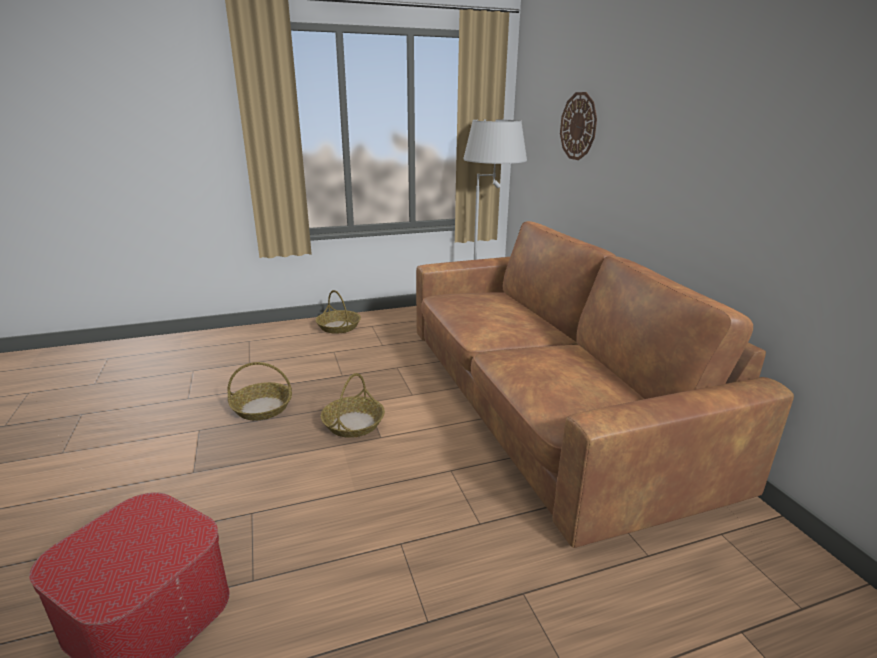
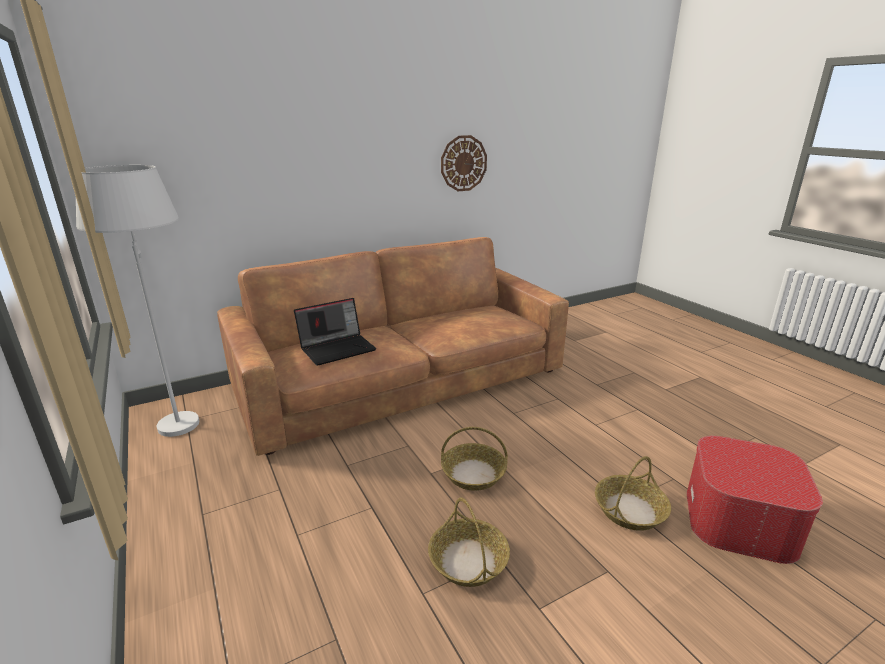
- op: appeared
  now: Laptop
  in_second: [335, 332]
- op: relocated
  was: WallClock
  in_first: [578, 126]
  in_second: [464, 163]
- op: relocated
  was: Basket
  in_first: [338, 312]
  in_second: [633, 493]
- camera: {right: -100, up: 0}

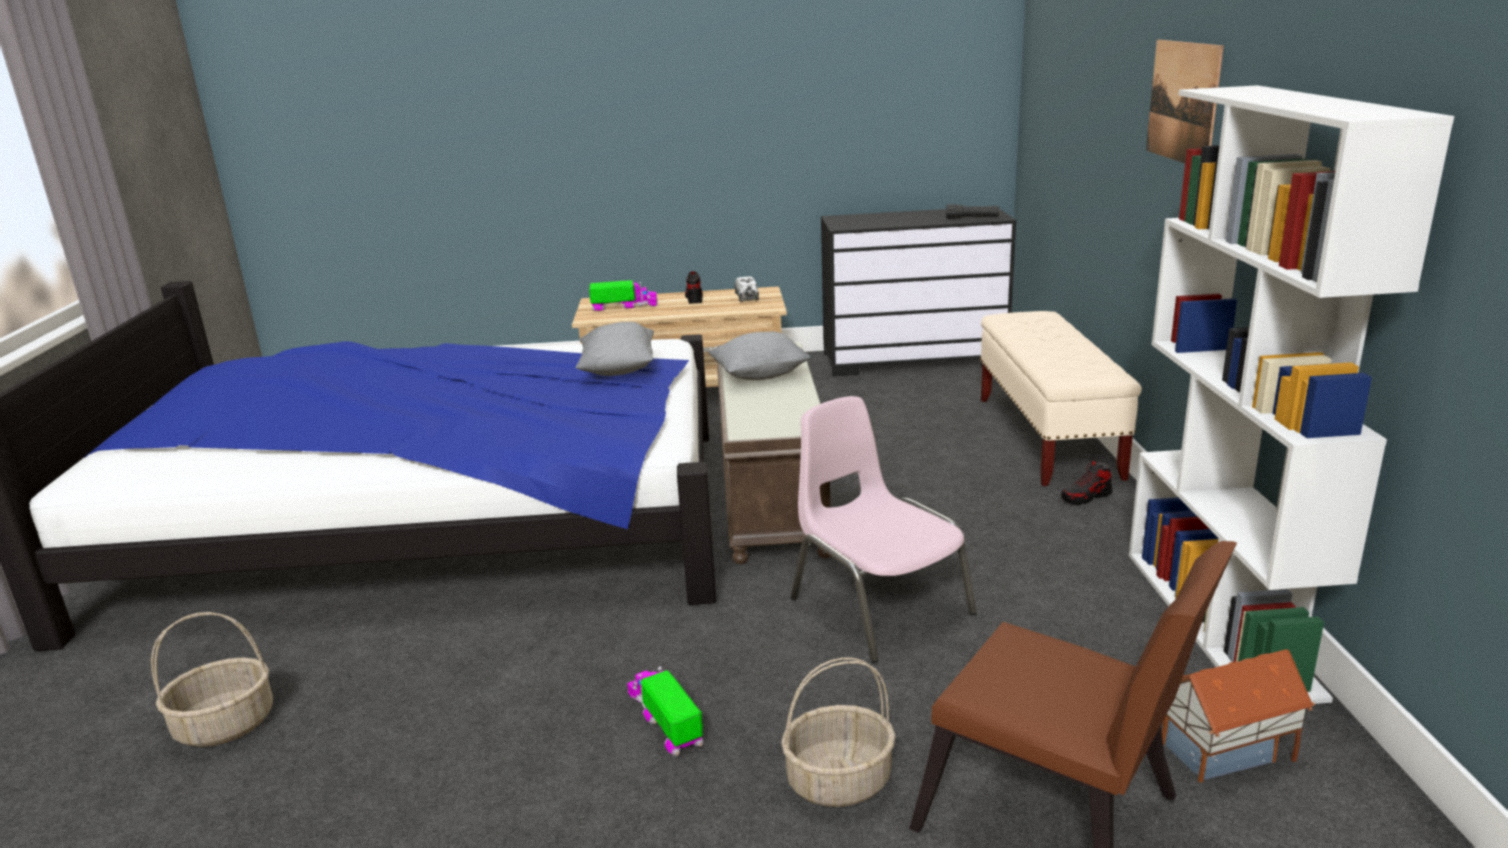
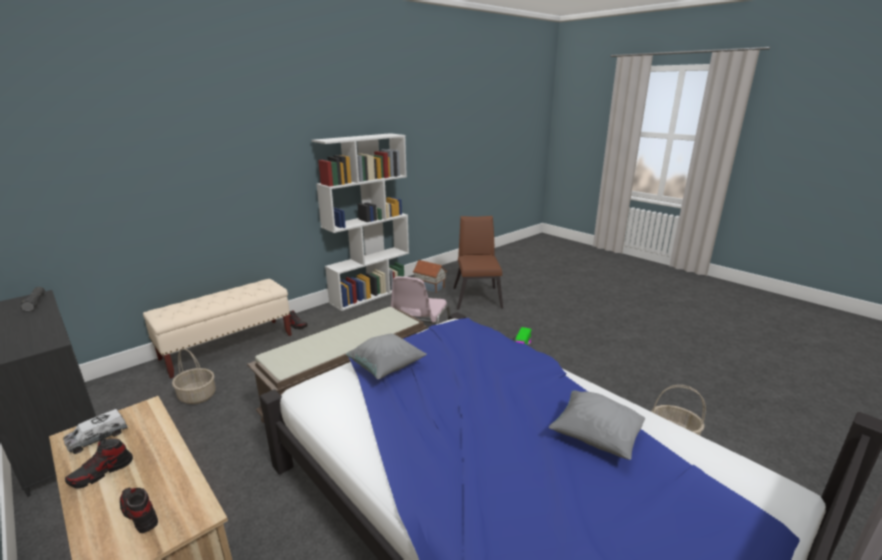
- op: exchanged
  was: ToyTruck
  now: Shoe
  in_first: [623, 295]
  in_second: [139, 510]
- op: relocated
  was: Basket
  in_first: [838, 732]
  in_second: [194, 376]
- op: relocated
  was: GreyPillow
  in_first: [759, 355]
  in_second: [597, 425]
- op: missing
  was: Picture
  in_first: [1185, 101]
- camera: {right: -130, up: 0}

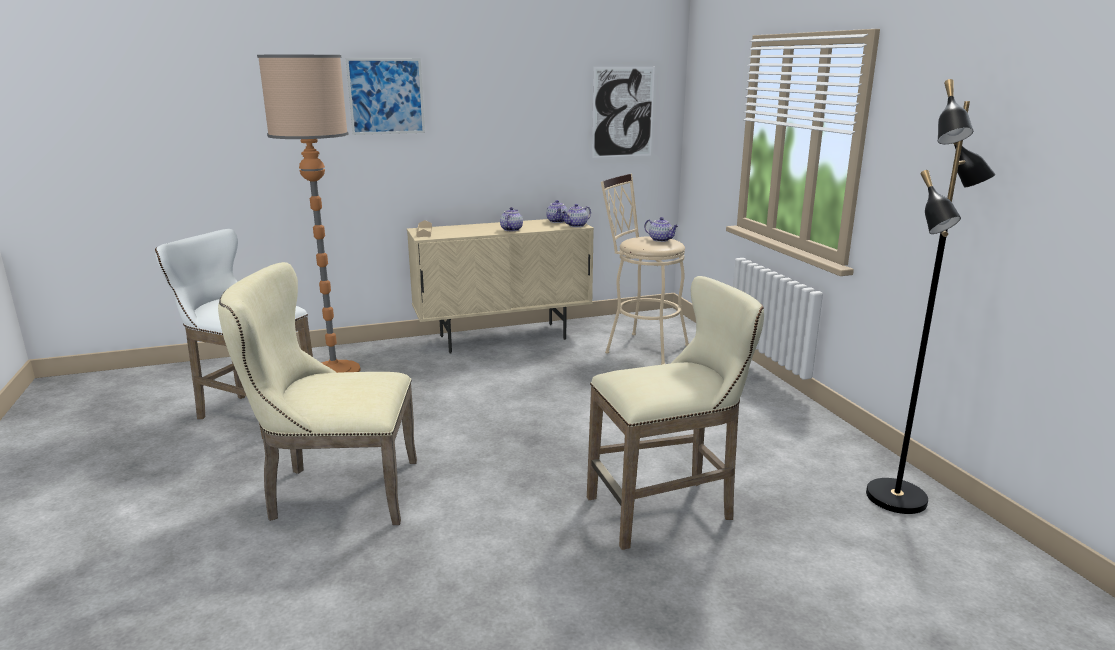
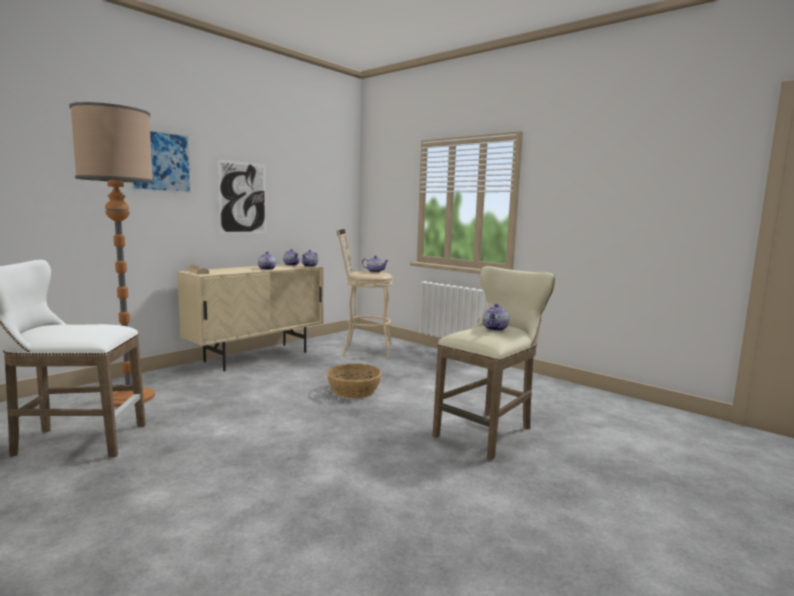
- op: relocated
  was: Picture
  in_first: [623, 112]
  in_second: [242, 196]
- op: appeared
  now: Basket
  in_second: [354, 381]
- op: appeared
  now: Teapot
  in_second: [496, 317]
- op: missing
  was: BeigeChair
  in_first: [317, 393]
- op: missing
  was: BlackFloorLamp
  in_first: [931, 296]
- camera: {right: -30, up: -10}

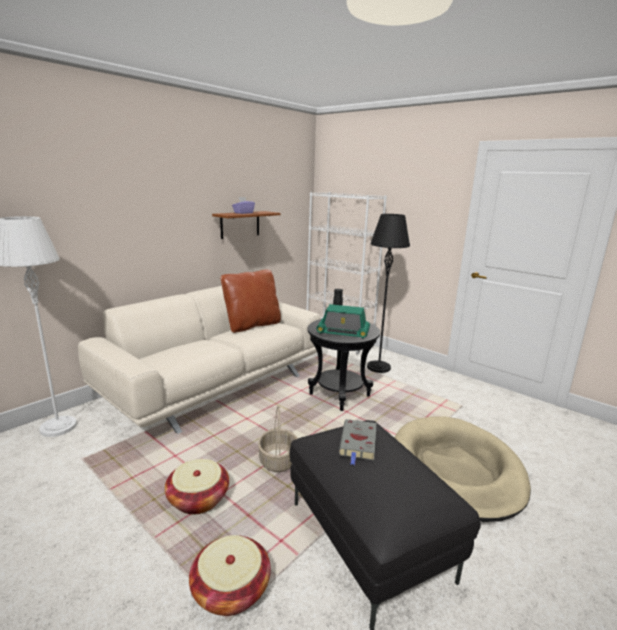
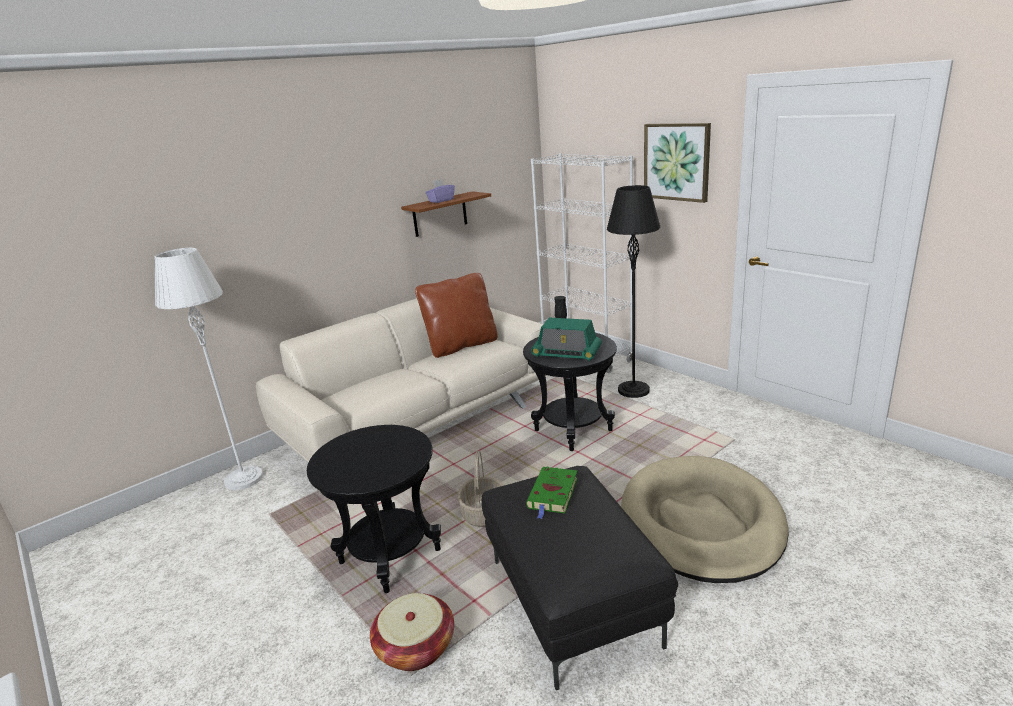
- op: exchanged
  was: Basket
  now: BlackSideTable
  in_first: [197, 486]
  in_second: [374, 509]
- op: colour
  was: GreyBook
  now: GreenBook
  in_first: [358, 442]
  in_second: [552, 493]
- op: appeared
  now: Picture
  in_second: [677, 163]
- camera: {right: 10, up: 5}

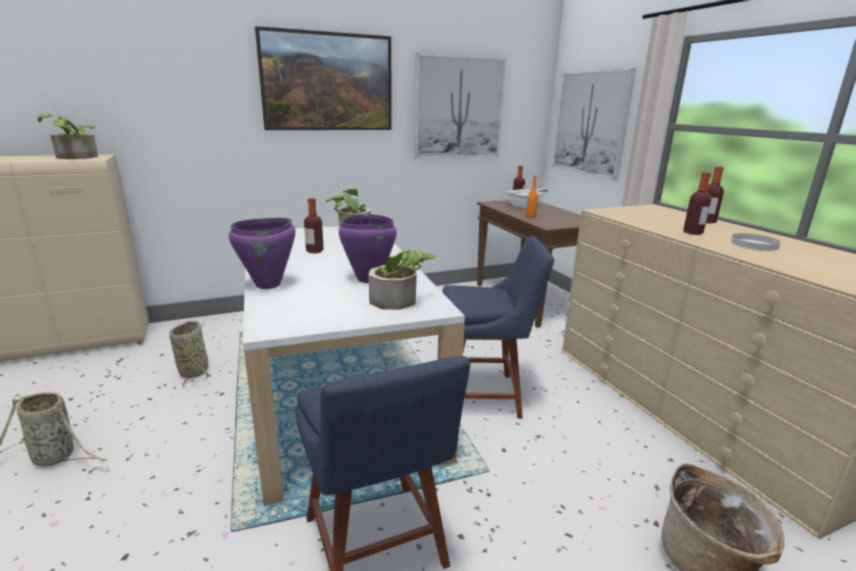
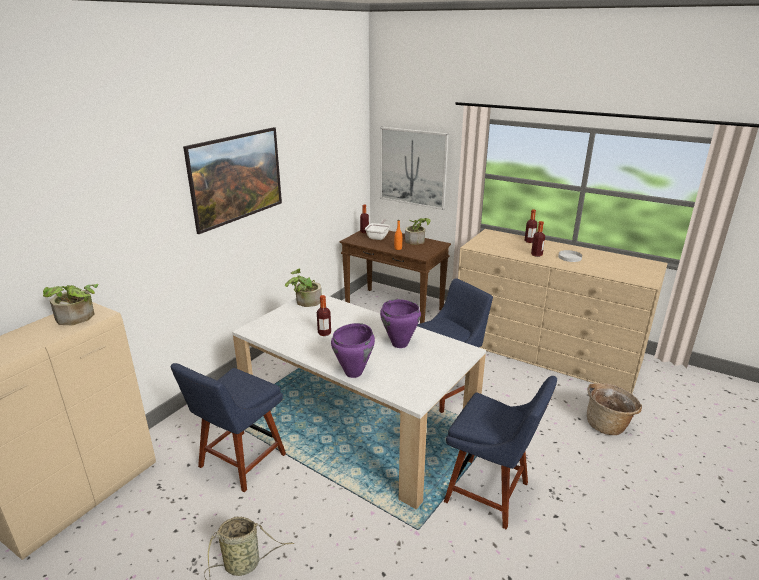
- op: exchanged
  was: Basket
  now: BlueChair
  in_first: [190, 354]
  in_second: [228, 427]
- op: relocated
  was: PottedPlant
  in_first: [402, 280]
  in_second: [418, 231]
- op: missing
  was: Picture
  in_first: [460, 106]
- camera: {right: -35, up: 5}

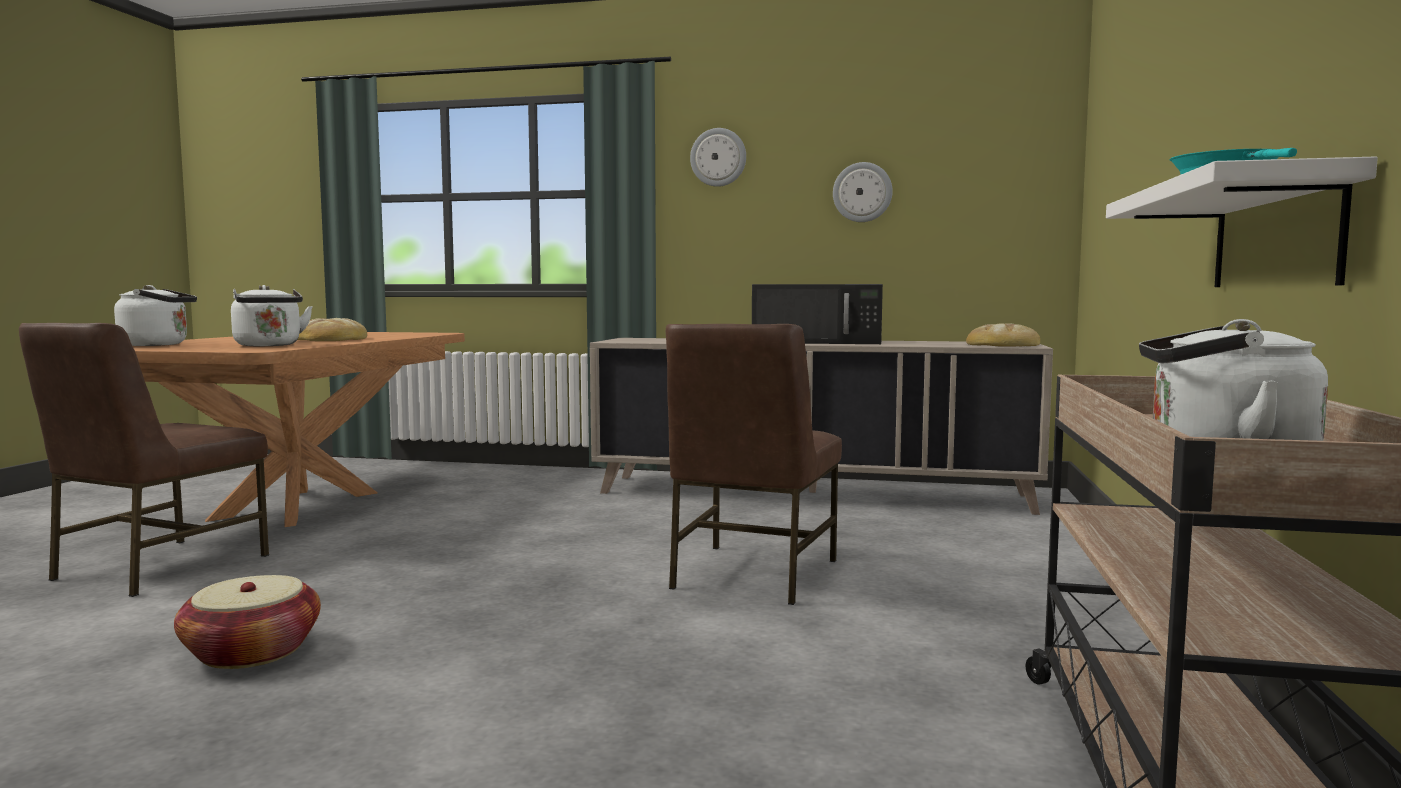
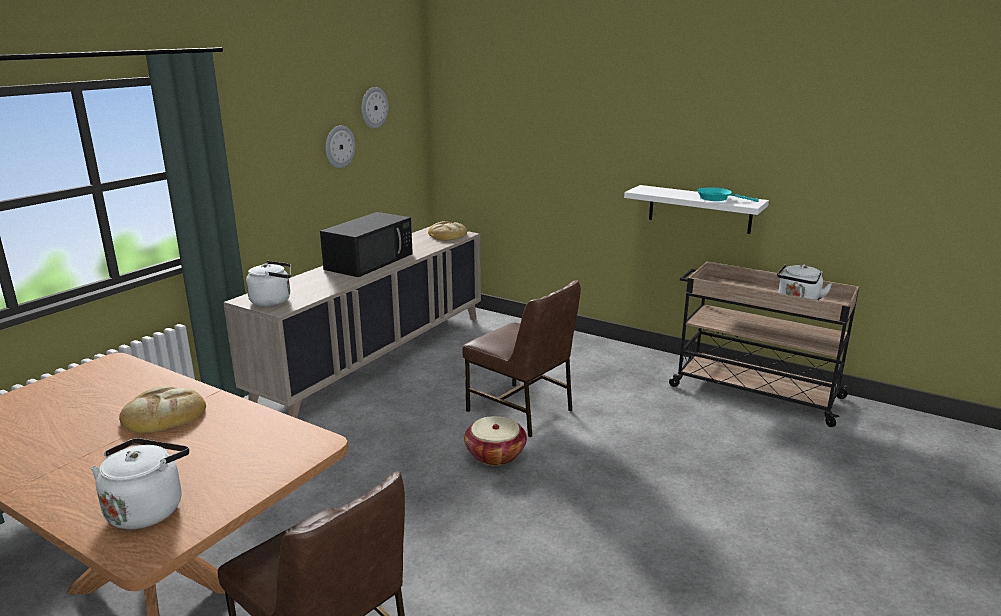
- op: relocated
  was: WhiteKettle
  in_first: [272, 315]
  in_second: [268, 283]
- op: relocated
  was: WallClock
  in_first: [718, 157]
  in_second: [375, 108]
- op: relocated
  was: Basket
  in_first: [247, 622]
  in_second: [495, 441]
- camera: {right: -70, up: 15}

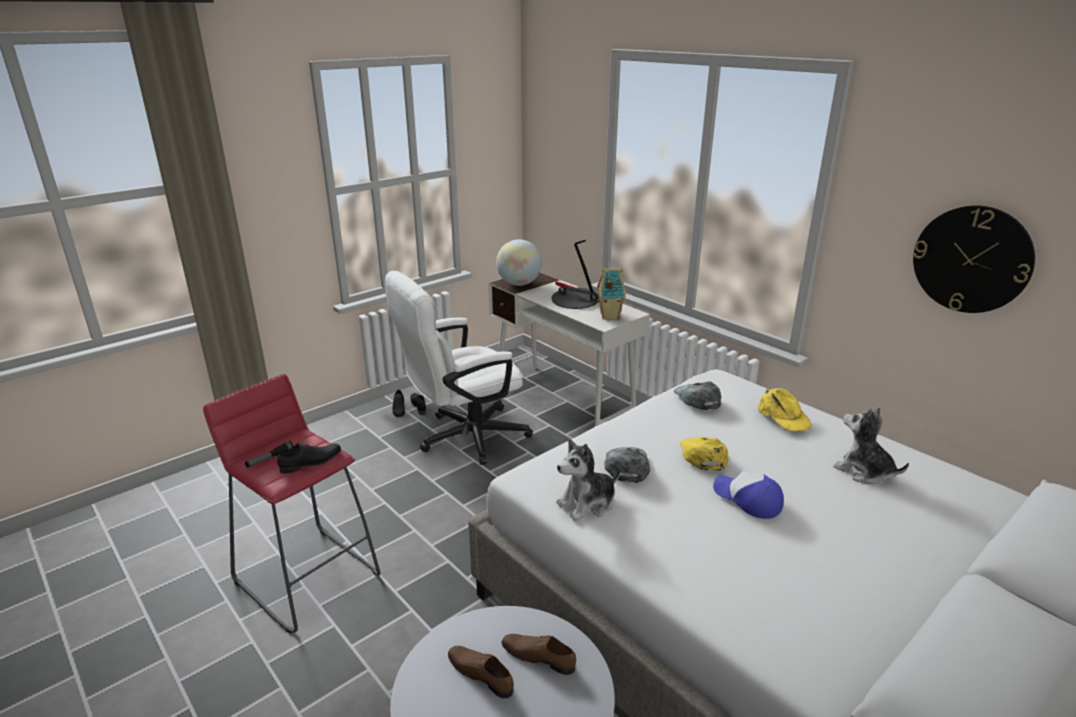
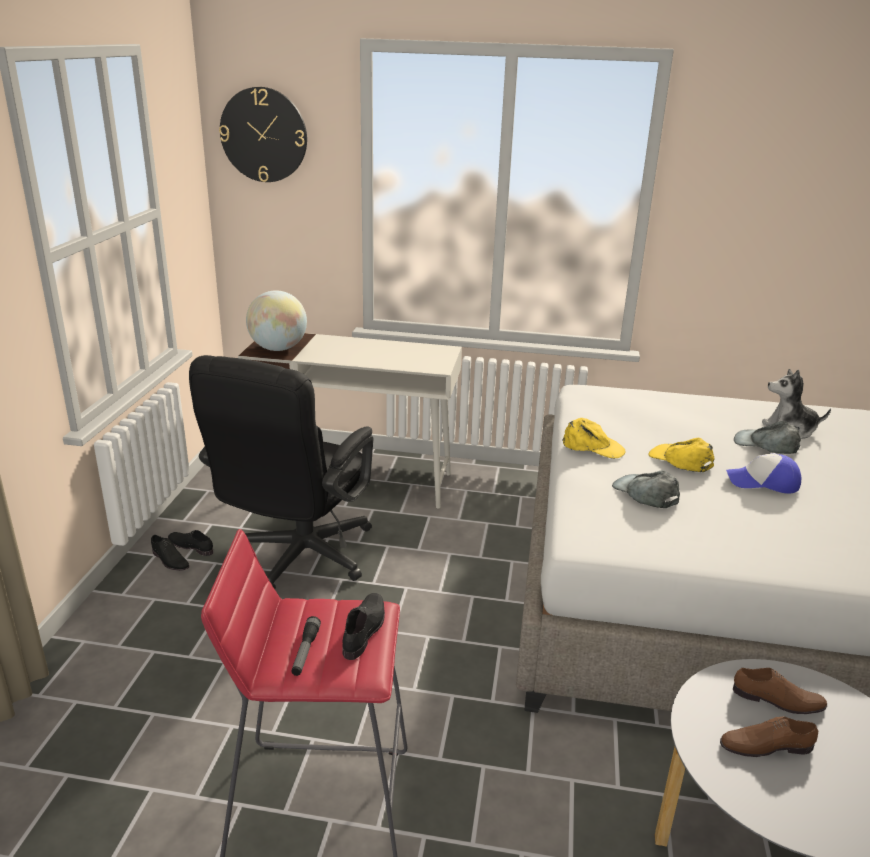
- op: colour
  was: WhiteOfficeChair
  now: BlackOfficeChair
  in_first: [459, 368]
  in_second: [281, 472]
- op: relocated
  was: WallClock
  in_first: [974, 259]
  in_second: [263, 134]
- op: relocated
  was: YellowCap
  in_first: [785, 409]
  in_second: [593, 438]
- op: spun
  was: BrownShoe
  in_first: [538, 654]
  in_second: [780, 691]
  clockwise: -150
- op: relocated
  was: GreyCap
  in_first: [697, 395]
  in_second: [767, 437]
- op: missing
  was: TableLamp
  in_first: [575, 274]
- op: missing
  was: PlushToy
  in_first: [588, 480]
- op: missing
  was: ToyHouse
  in_first: [611, 294]
- camera: {right: -40, up: 0}

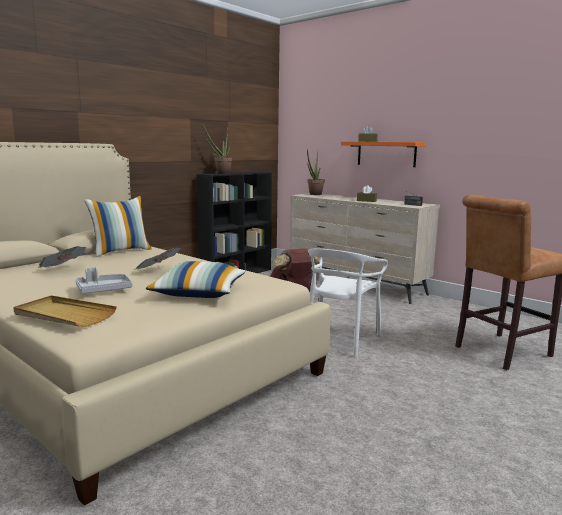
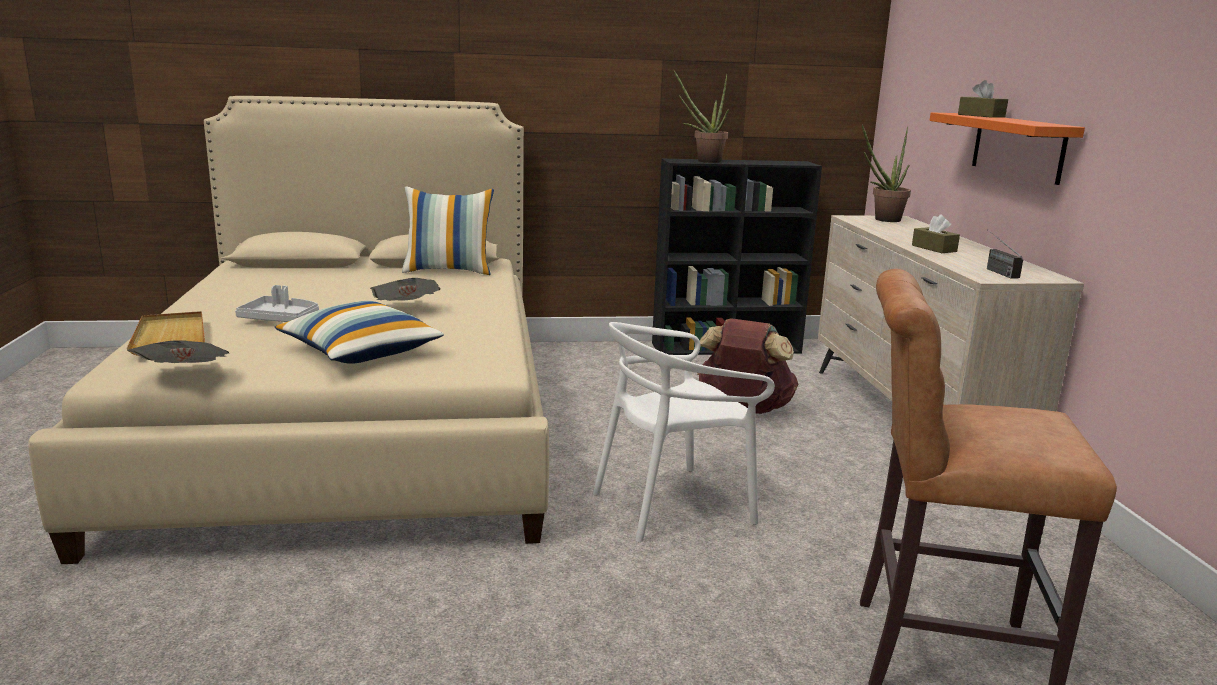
- op: relocated
  was: Newspaper
  in_first: [62, 257]
  in_second: [177, 351]
- camera: {right: 40, up: 5}

